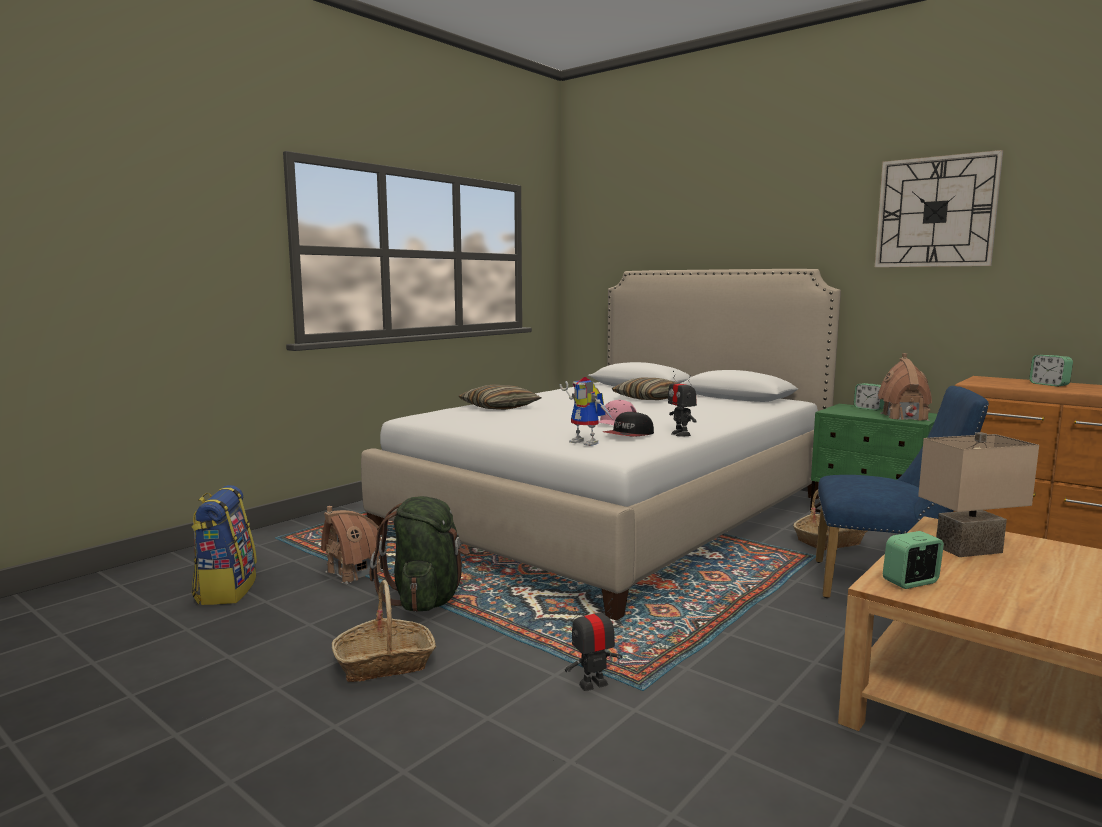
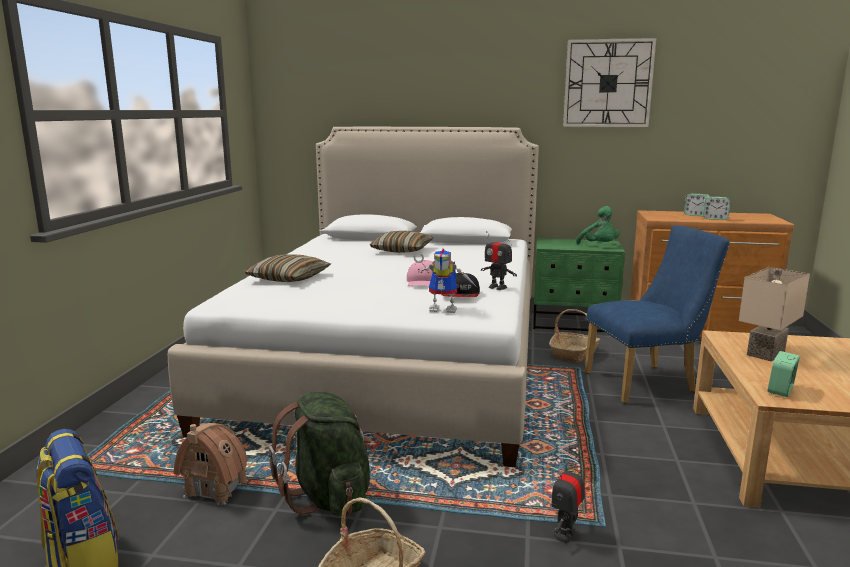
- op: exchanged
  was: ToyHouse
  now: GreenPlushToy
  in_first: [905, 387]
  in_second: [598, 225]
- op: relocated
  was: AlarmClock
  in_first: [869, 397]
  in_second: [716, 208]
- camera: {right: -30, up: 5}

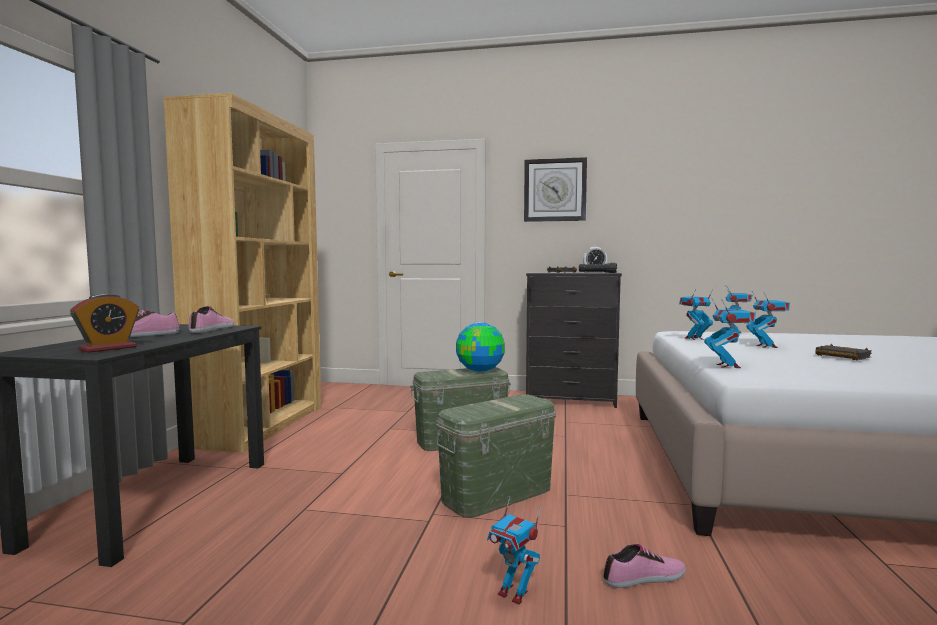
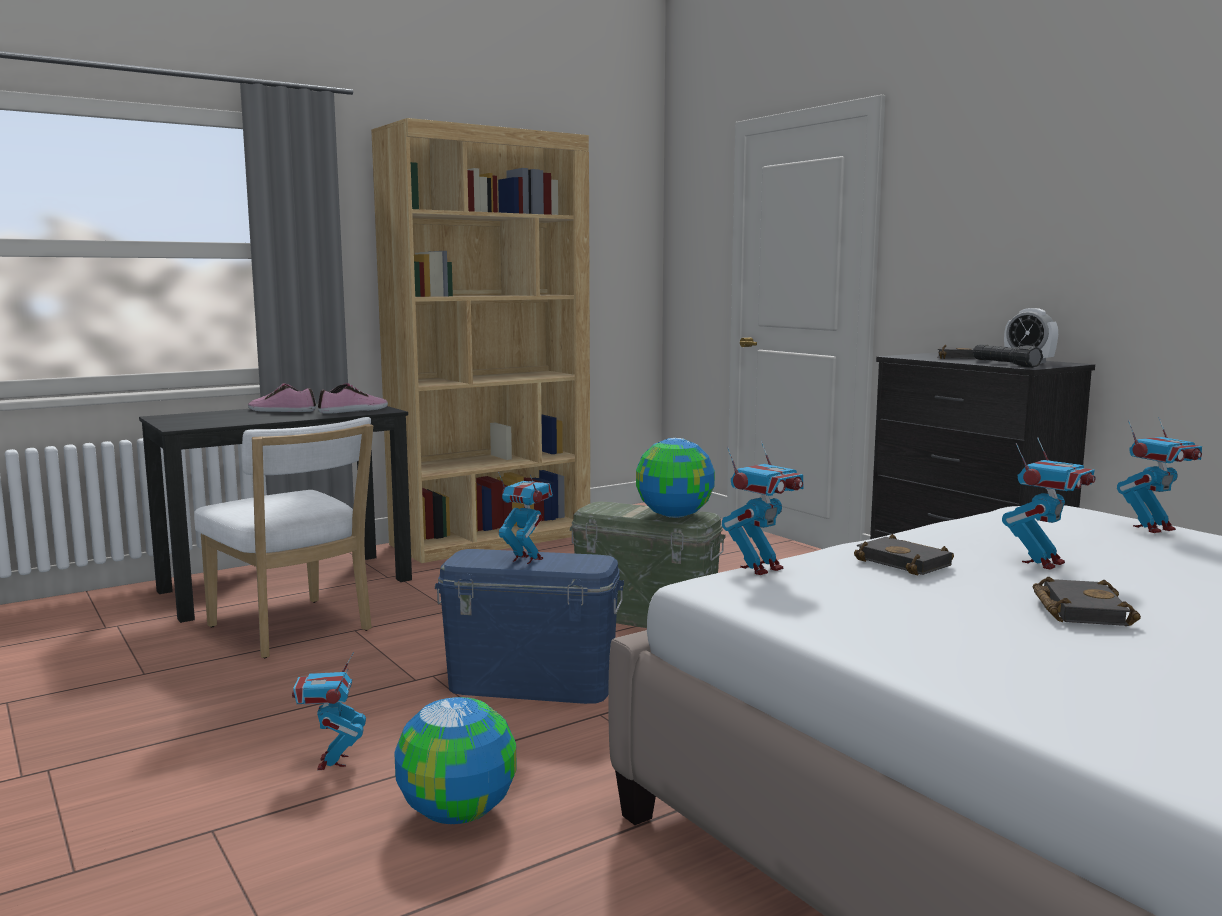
- op: appeared
  now: WhiteChair
  in_second: [283, 537]
- op: exchanged
  was: Shoe
  now: Globe
  in_first: [644, 566]
  in_second: [455, 760]
- op: colour
  was: GreenStorageBox
  now: BlueStorageBox
  in_first: [495, 456]
  in_second: [529, 626]
- op: relocated
  was: ToyRobot
  in_first: [696, 314]
  in_second: [525, 517]
- op: appeared
  now: BlackBook
  in_second: [904, 554]
- op: missing
  was: AlarmClock
  in_first: [104, 323]
- op: missing
  was: WallClock
  in_first: [555, 189]
- camera: {right: 45, up: 5}

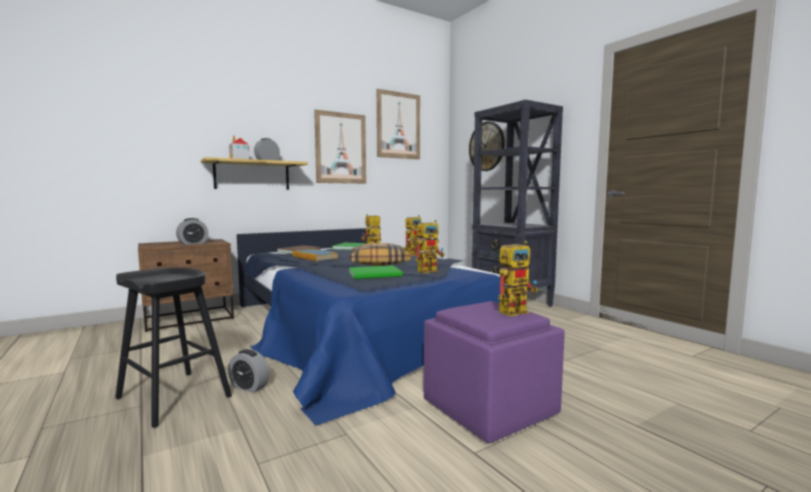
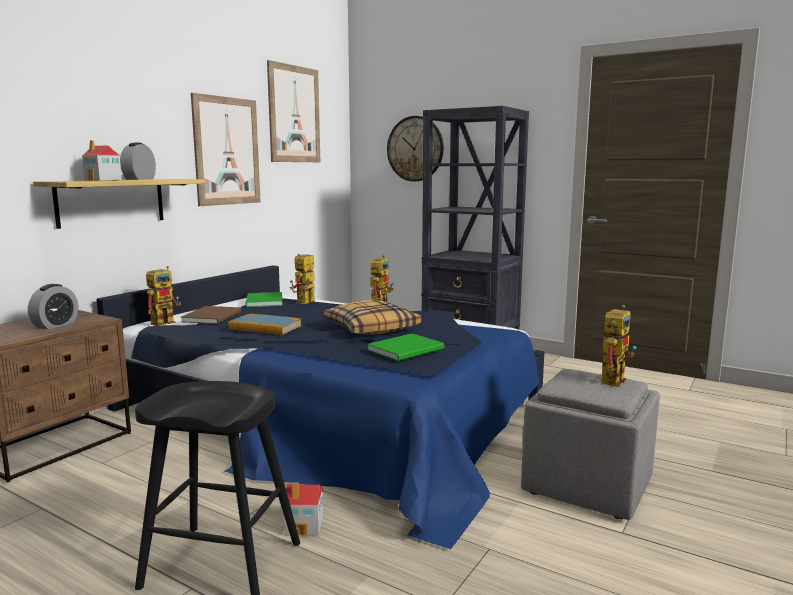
- op: relocated
  was: ToyRobot
  in_first: [429, 246]
  in_second: [163, 296]
- op: exchanged
  was: AlarmClock
  now: ToyHouse
  in_first: [248, 371]
  in_second: [304, 510]
- op: colour
  was: PurpleOttoman
  now: GreyOttoman
  in_first: [494, 372]
  in_second: [590, 444]
- camera: {right: -25, up: 5}

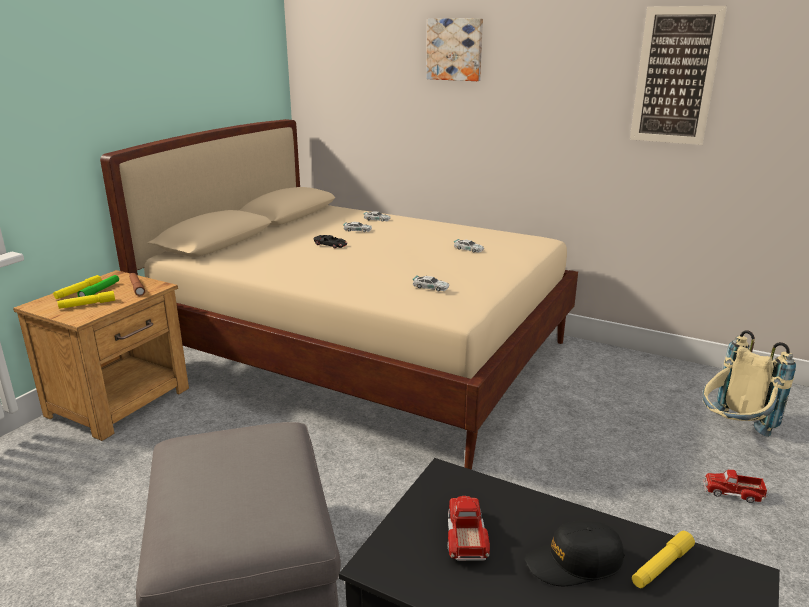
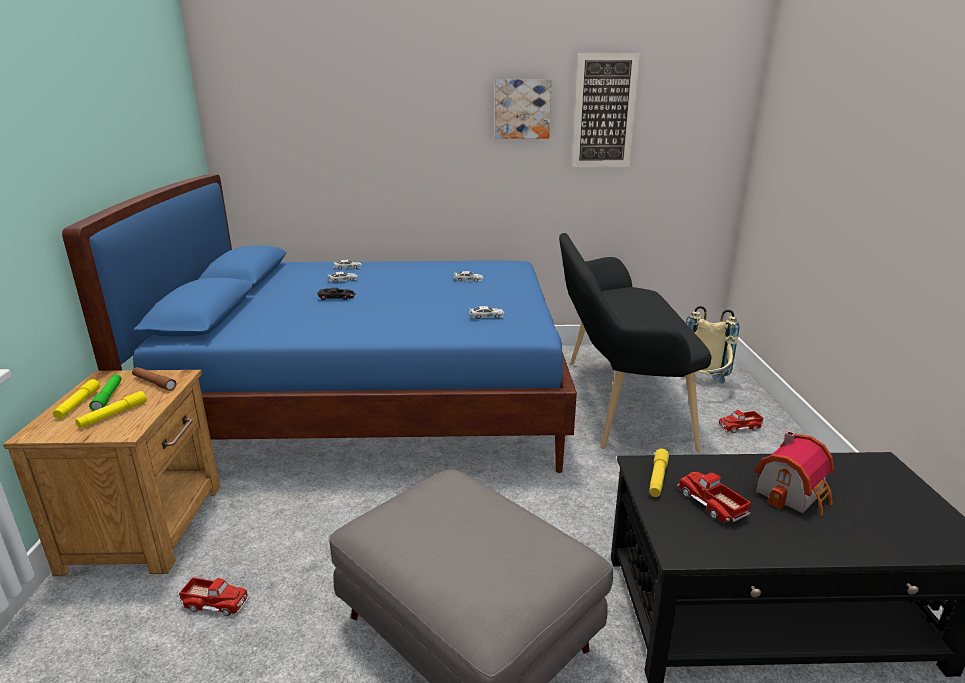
- op: colour
  was: BeigeBed
  now: BlueBed
  in_first: [339, 294]
  in_second: [319, 323]
- op: appeared
  now: ToyTruck
  in_second: [214, 596]
- op: relocated
  was: Picture
  in_first: [454, 49]
  in_second: [523, 109]
- op: appeared
  now: BlackBench
  in_second: [635, 342]
- op: relocated
  was: YellowFlashlight
  in_first: [663, 559]
  in_second: [659, 473]
- op: exchanged
  was: BlackCap
  now: ToyHouse
  in_first: [575, 553]
  in_second: [794, 473]
- camera: {right: -30, up: 0}

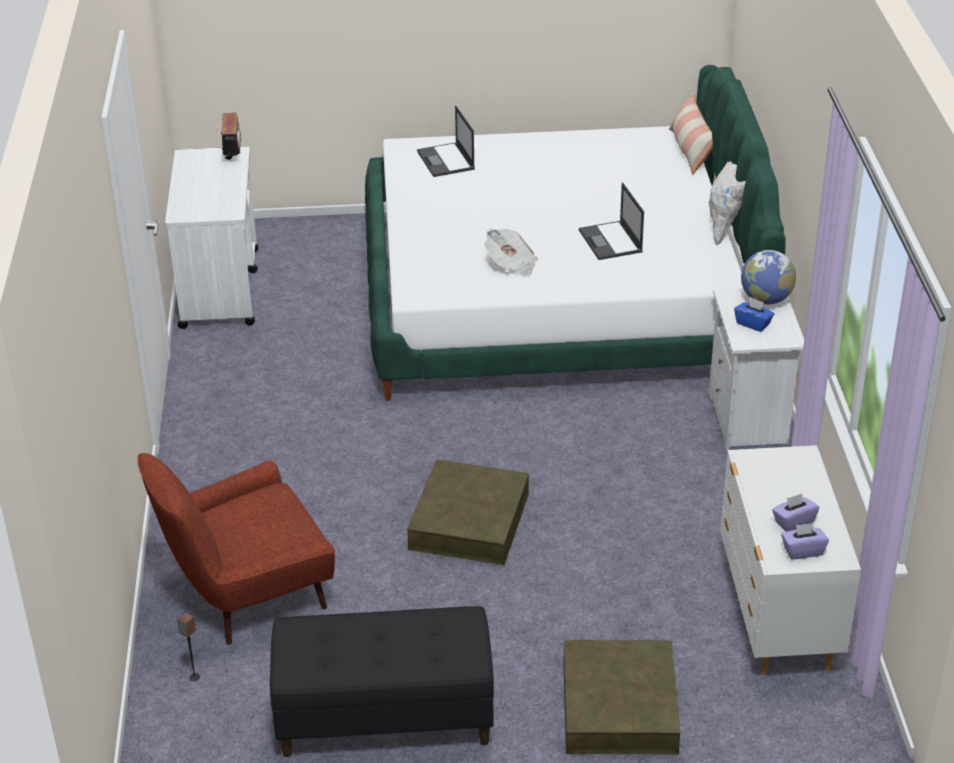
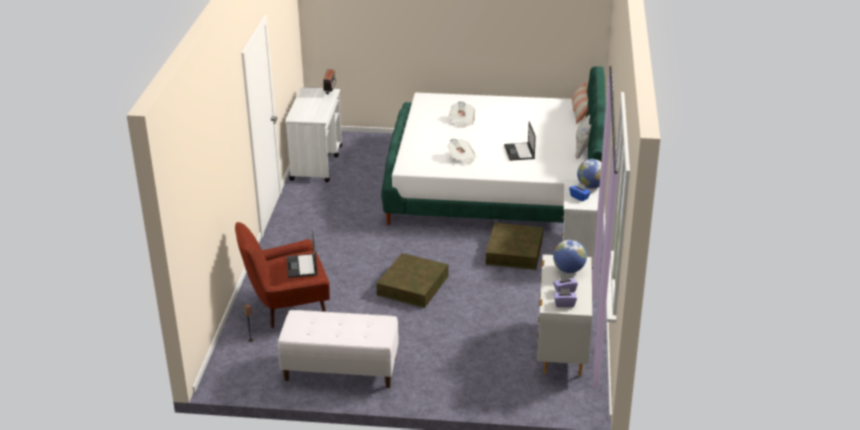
- op: colour
  was: BlackBench
  now: WhiteBench
  in_first: [382, 681]
  in_second: [338, 349]
- op: relocated
  was: Laptop
  in_first: [446, 141]
  in_second: [301, 254]
- op: appeared
  now: Newspaper
  in_second: [462, 114]
- op: relocated
  was: BrownStorageBox
  in_first: [621, 697]
  in_second: [514, 246]
- op: appeared
  now: Globe
  in_second: [570, 256]
- camera: {right: 10, up: -5}

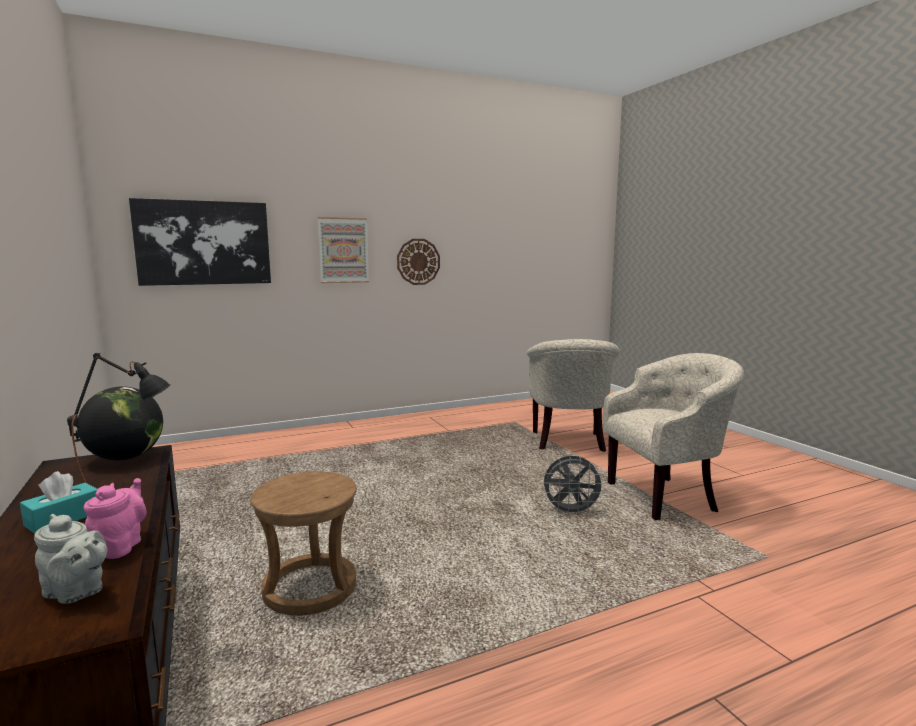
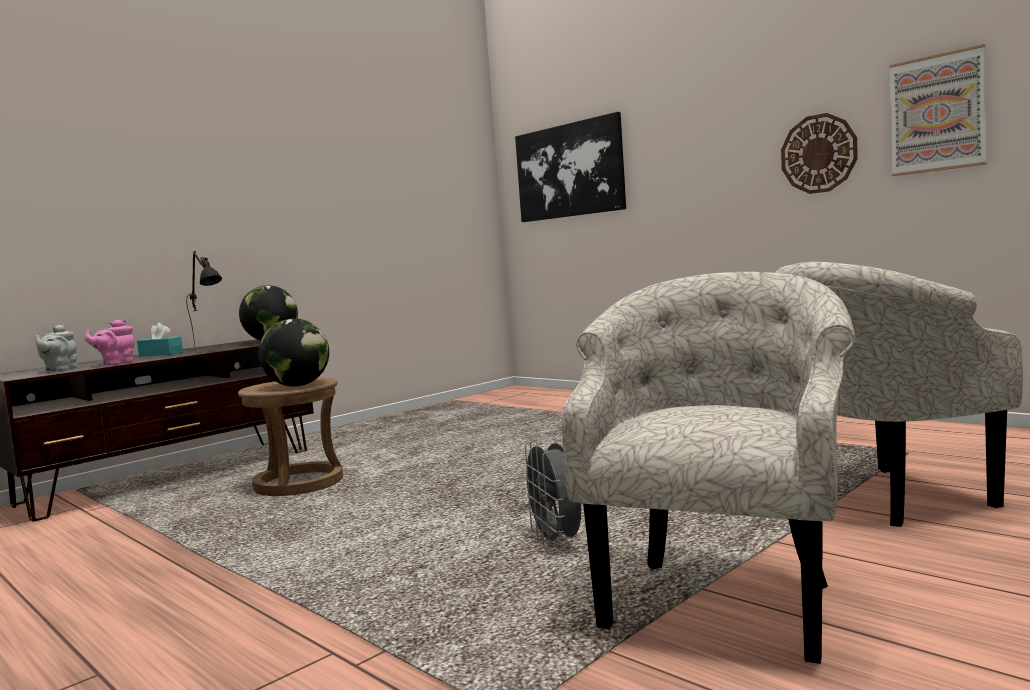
- op: spun
  was: PinkTeapot
  in_first: [115, 518]
  in_second: [110, 342]
  clockwise: 150
- op: appeared
  now: Globe
  in_second: [294, 353]
- op: spun
  was: BeigeArmchair
  in_first: [673, 436]
  in_second: [708, 468]
  clockwise: -120
- op: relocated
  was: Picture
  in_first: [343, 250]
  in_second: [937, 110]
- camera: {right: 70, up: -5}

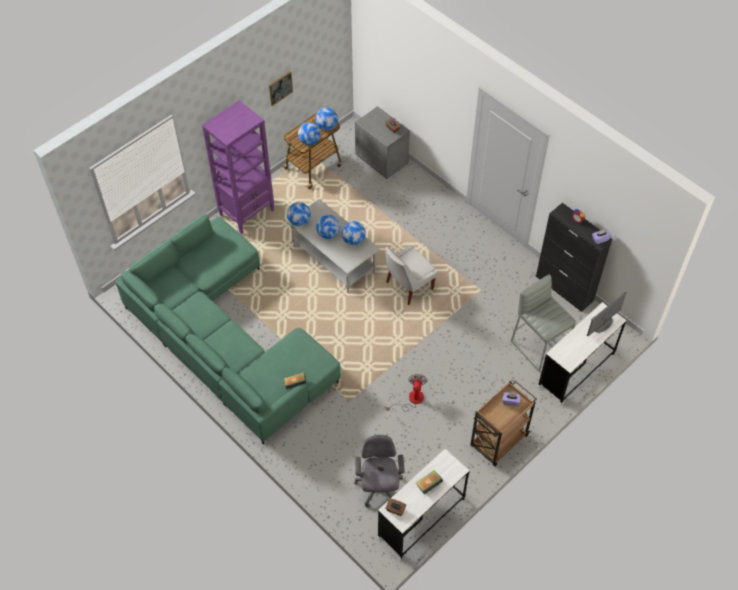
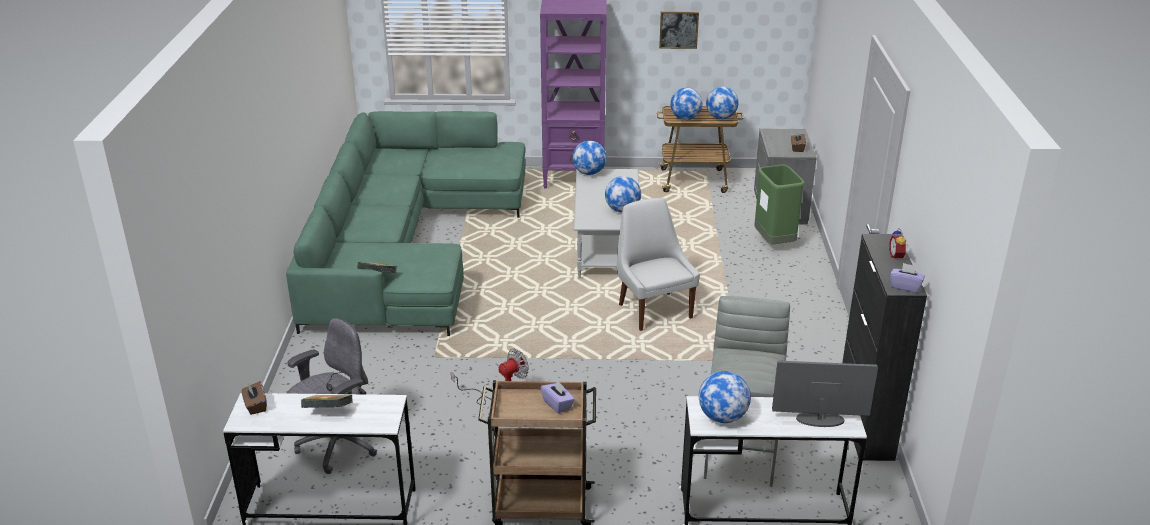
- op: spun
  was: WhiteChair
  in_first: [411, 275]
  in_second: [658, 264]
  clockwise: 60
- op: relocated
  was: Globe
  in_first: [328, 227]
  in_second: [725, 397]
- op: appeared
  now: GreenTrashCan
  in_second: [779, 204]
- camera: {right: 45, up: -25}

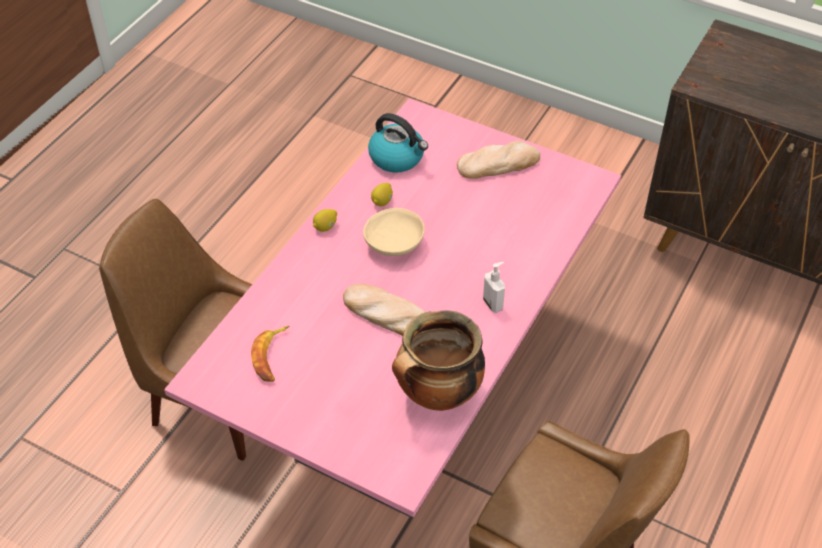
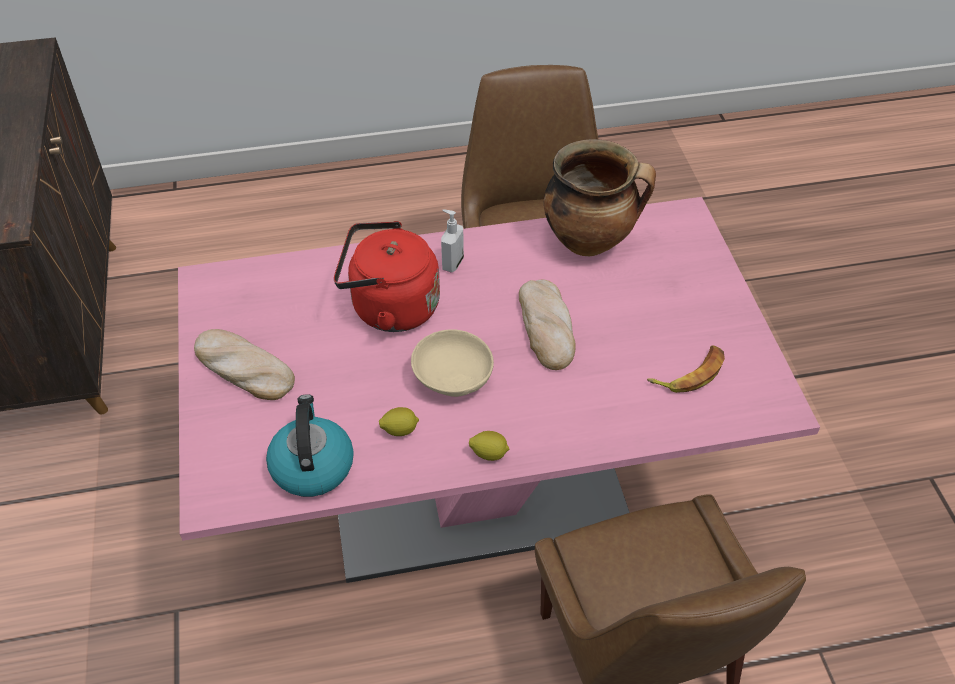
- op: appeared
  now: RedKettle
  in_second: [387, 276]
- camera: {right: -130, up: 0}

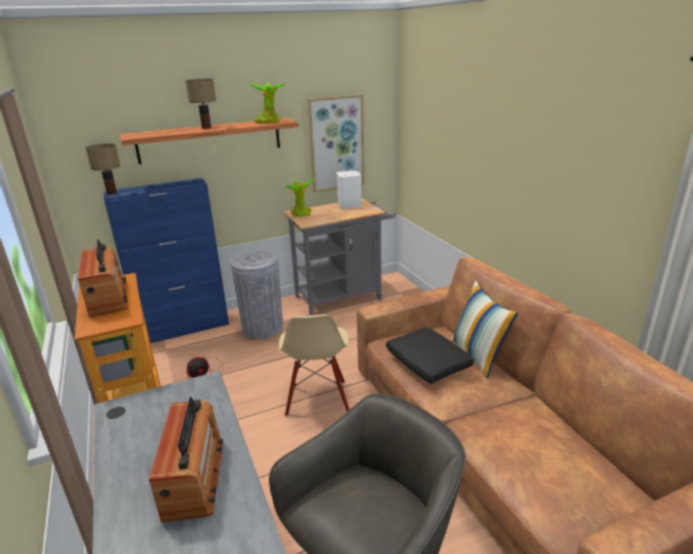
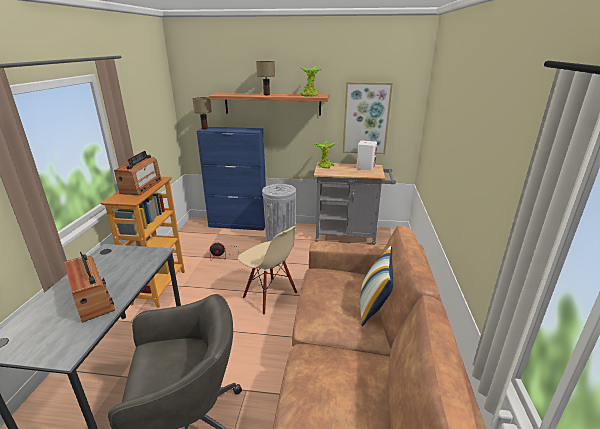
- op: spun
  was: Radio
  in_first: [186, 460]
  in_second: [89, 287]
  clockwise: -60
- op: spun
  was: BeigeChair
  in_first: [314, 365]
  in_second: [267, 270]
  clockwise: -75
- op: missing
  was: BlackPillow
  in_first: [430, 355]
- camera: {right: 30, up: 0}

